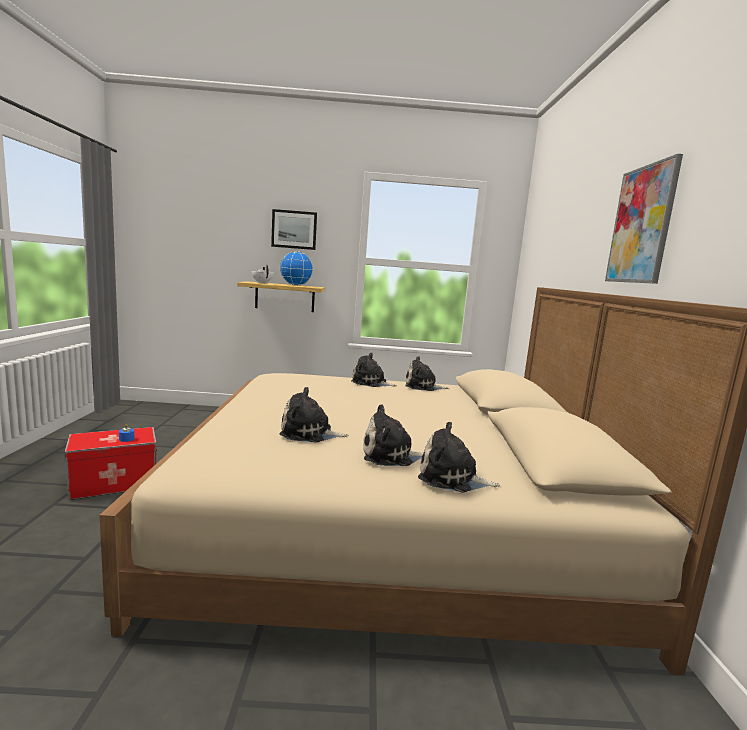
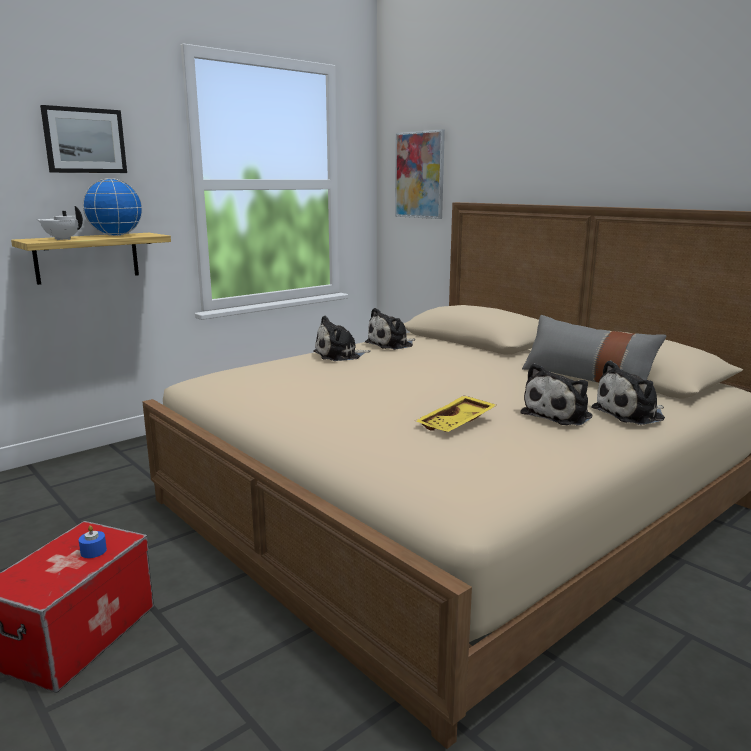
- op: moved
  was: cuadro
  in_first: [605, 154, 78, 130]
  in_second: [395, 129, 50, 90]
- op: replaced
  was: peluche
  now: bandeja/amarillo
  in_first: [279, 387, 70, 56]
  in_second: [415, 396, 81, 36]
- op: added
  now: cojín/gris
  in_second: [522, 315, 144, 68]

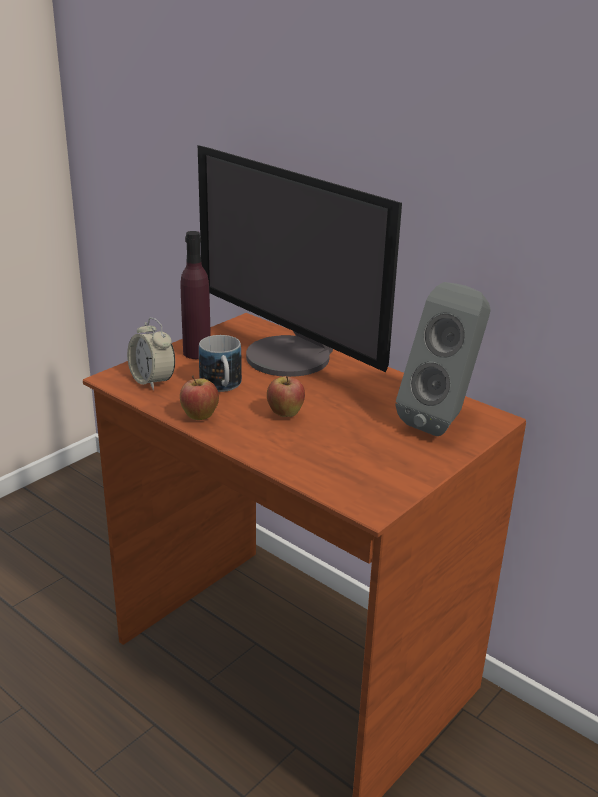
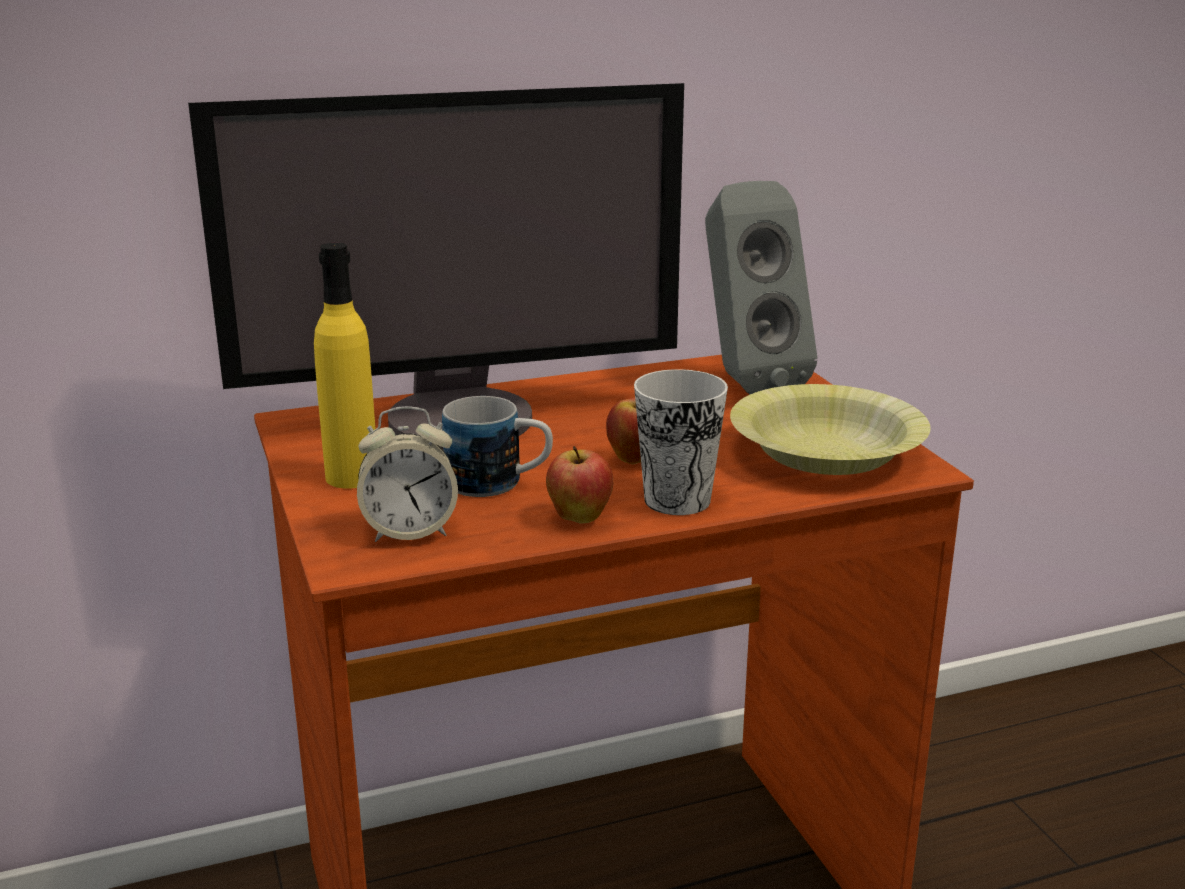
- op: recoloured
  was: botella/morado
  now: botella/amarillo
  in_first: [181, 231, 30, 128]
  in_second: [314, 243, 62, 246]
- op: added
  now: taza
  in_second: [634, 369, 94, 146]
- op: added
  now: cuenco/amarillo
  in_second: [730, 384, 201, 91]

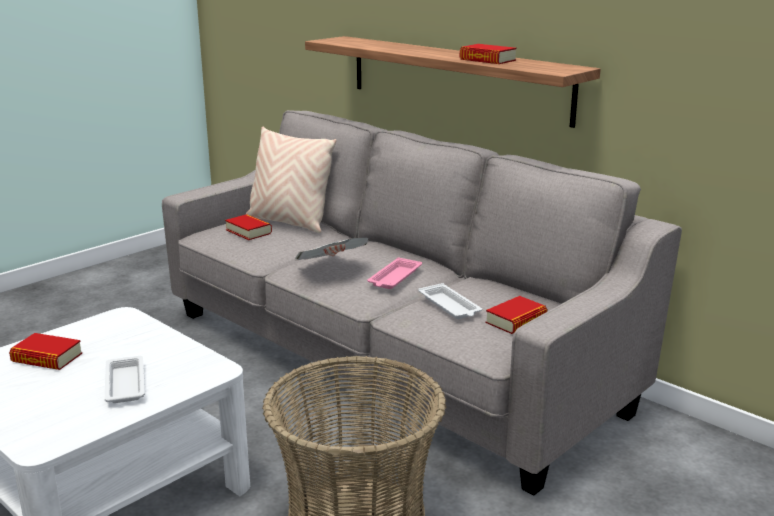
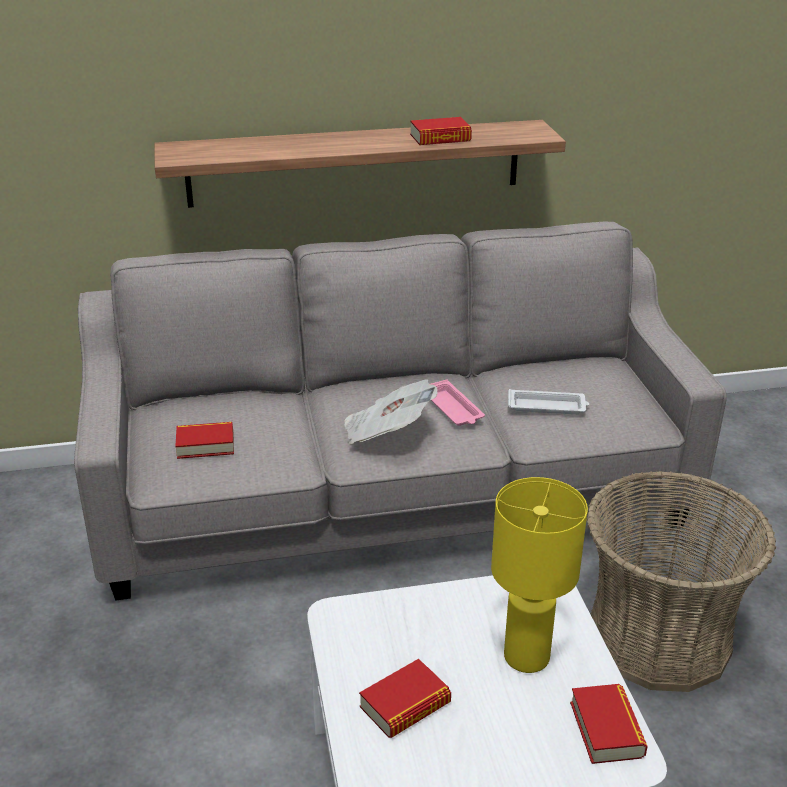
- op: replaced
  was: bandeja/blanco
  now: lámpara de mesa/amarillo
  in_first: [105, 356, 40, 47]
  in_second: [491, 477, 97, 196]
- op: moved
  was: libro
  in_first: [486, 296, 61, 38]
  in_second: [570, 684, 78, 80]
- op: removed
  was: cojín/beis
  in_first: [246, 127, 91, 106]

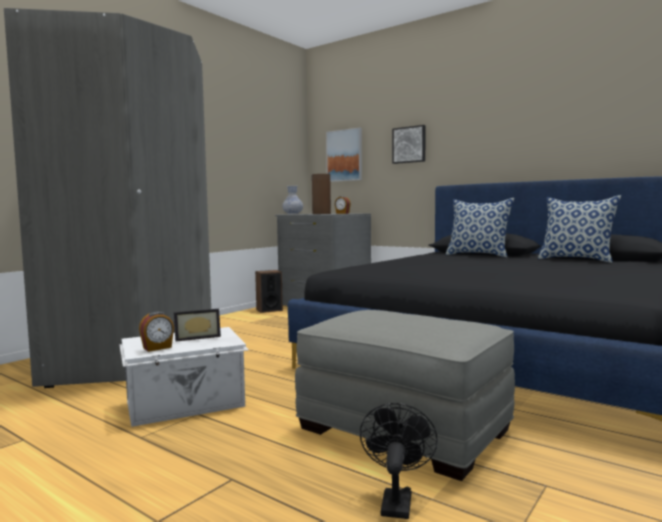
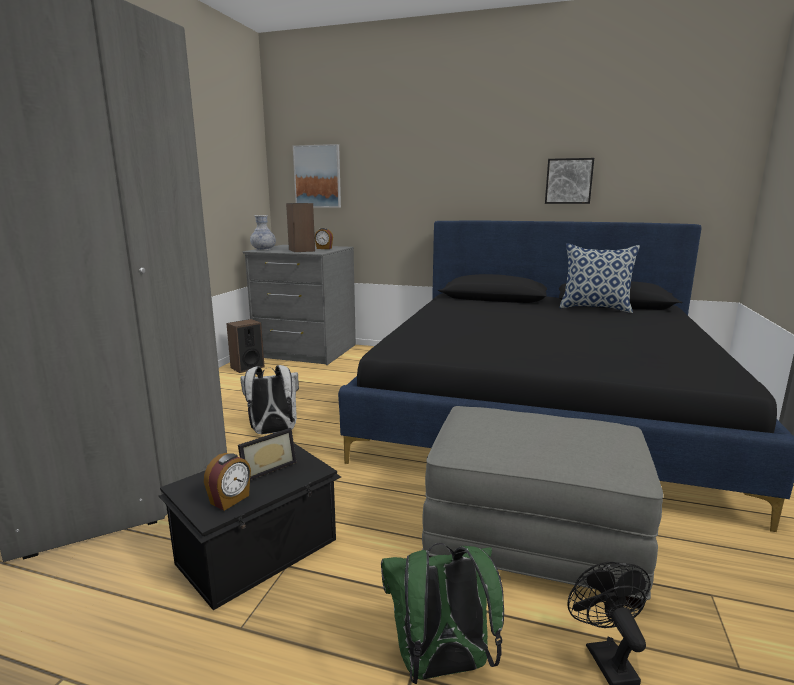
- op: recoloured
  was: caja de almacenaje/blanco
  now: caja de almacenaje/negro
  in_first: [119, 327, 130, 100]
  in_second: [159, 443, 182, 167]
- op: added
  now: mochila/blanco
  in_second: [240, 365, 59, 69]
- op: added
  now: mochila/verde
  in_second: [381, 543, 123, 141]
- op: moved
  was: cuadro
  in_first: [392, 125, 34, 39]
  in_second: [545, 158, 49, 46]
- op: removed
  was: cojín
  in_first: [446, 198, 68, 59]

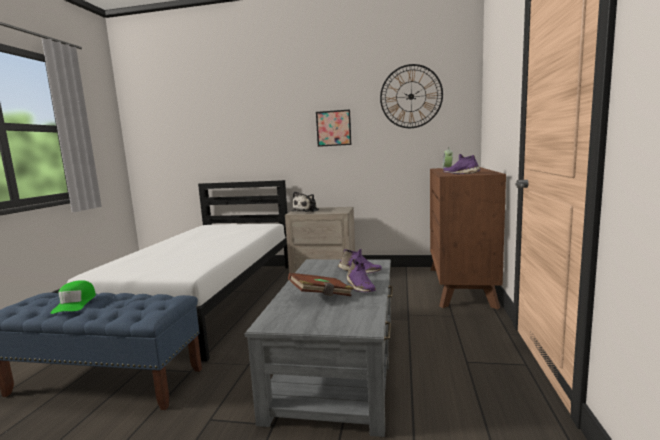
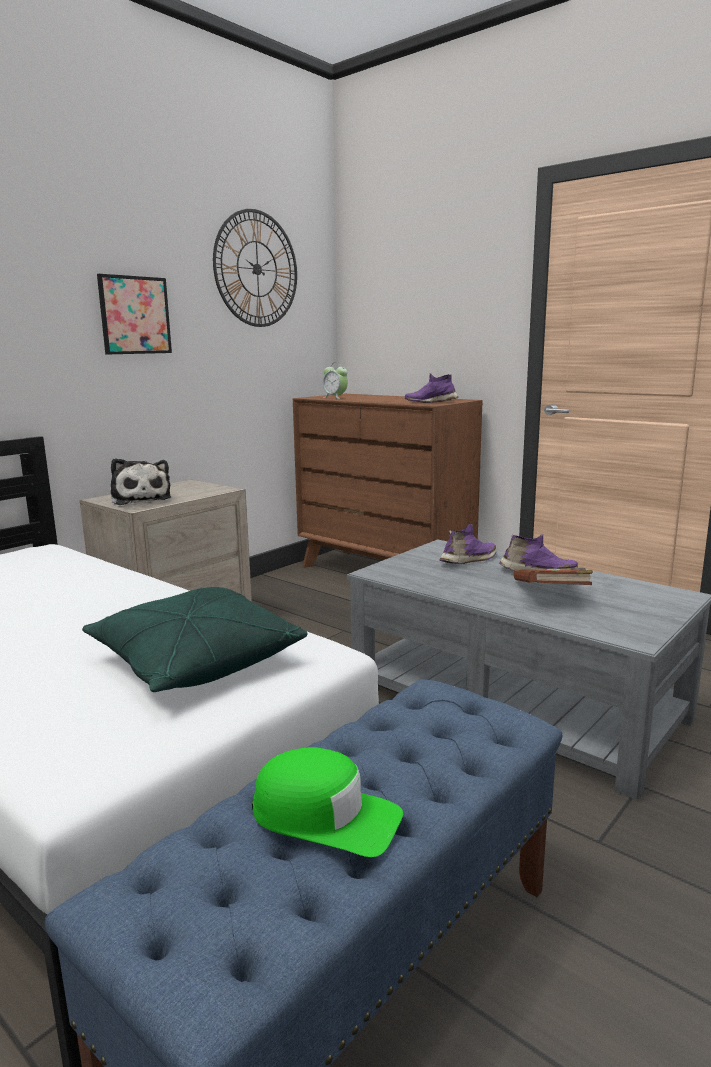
- op: added
  now: cojín/verde
  in_second: [82, 587, 226, 105]

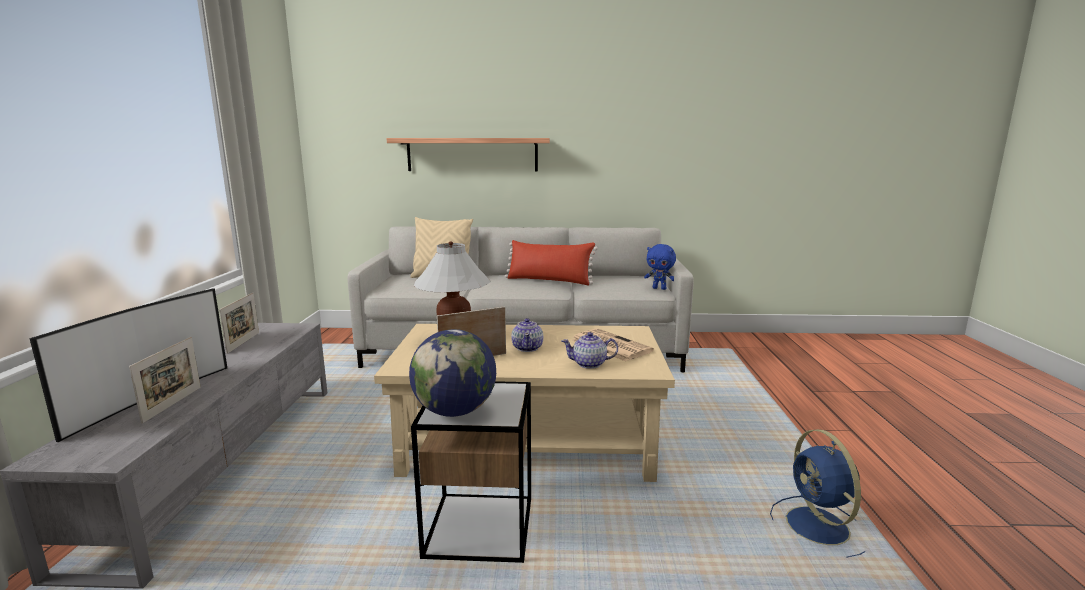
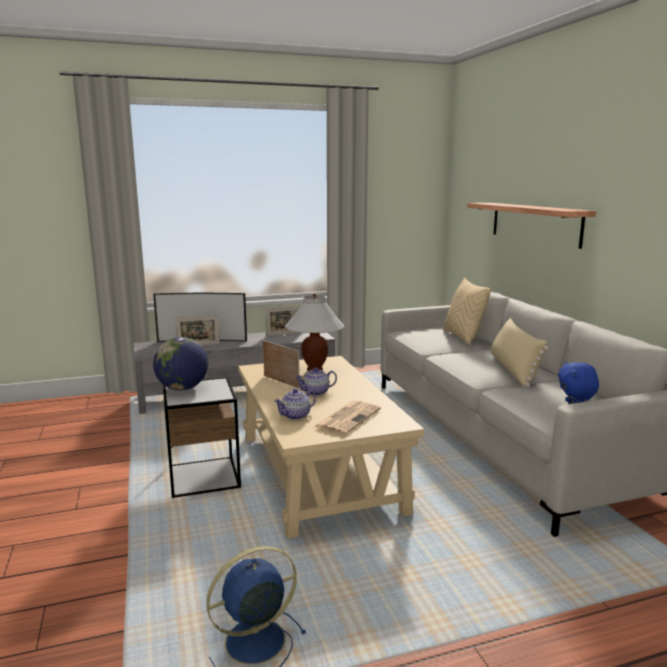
- op: turned
  was: tetera
  in_first: [562, 332, 56, 37]
  in_second: [274, 388, 42, 32]
  clockwise: -105
- op: recoloured
  was: cojín/rojo
  now: cojín/beis
  in_first: [505, 240, 93, 45]
  in_second: [491, 318, 58, 69]

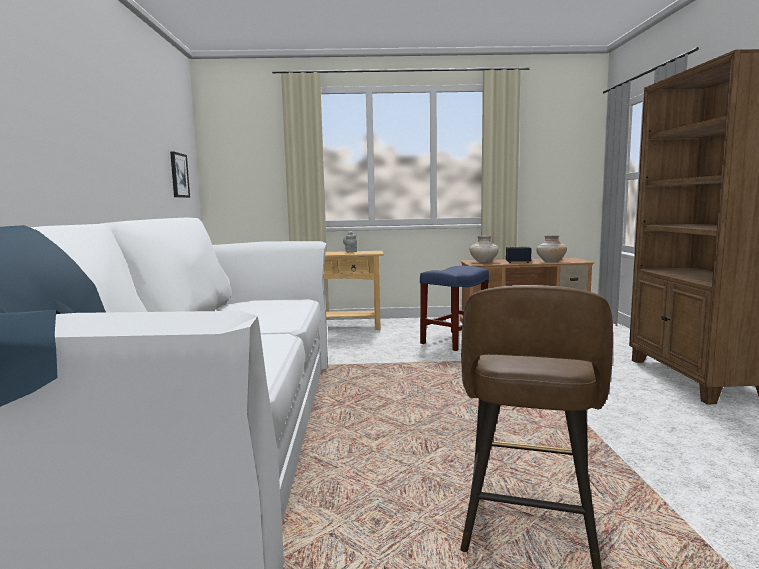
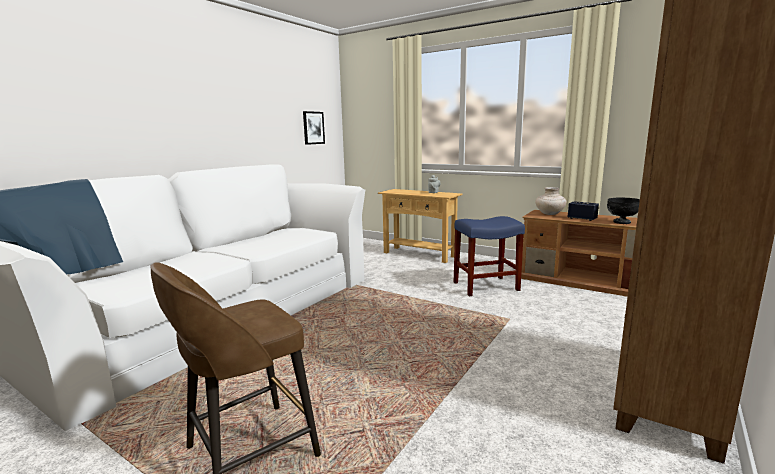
- op: replaced
  was: florero/beis
  now: cuenco/negro
  in_first: [536, 235, 31, 27]
  in_second: [607, 198, 33, 26]

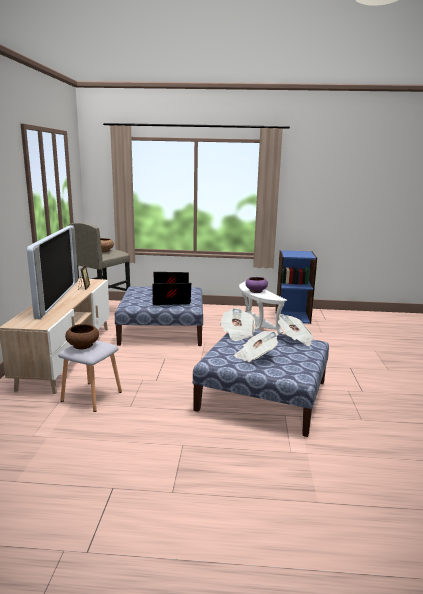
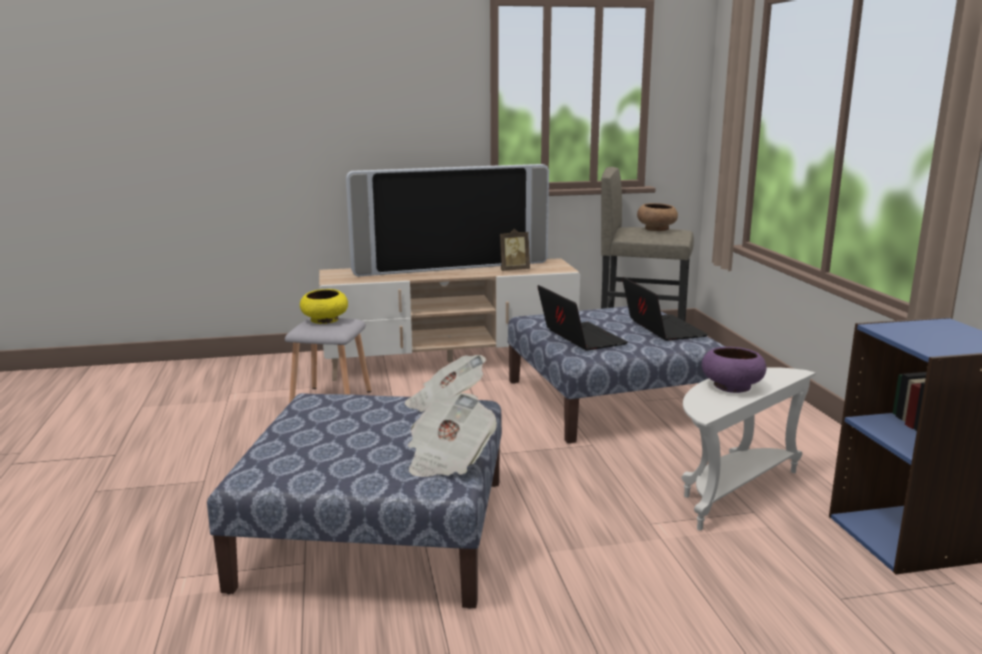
- op: recoloured
  was: cuenco/marrón
  now: cuenco/amarillo
  in_first: [65, 324, 34, 25]
  in_second: [300, 289, 48, 35]
- op: removed
  was: periódico
  in_first: [234, 331, 44, 31]

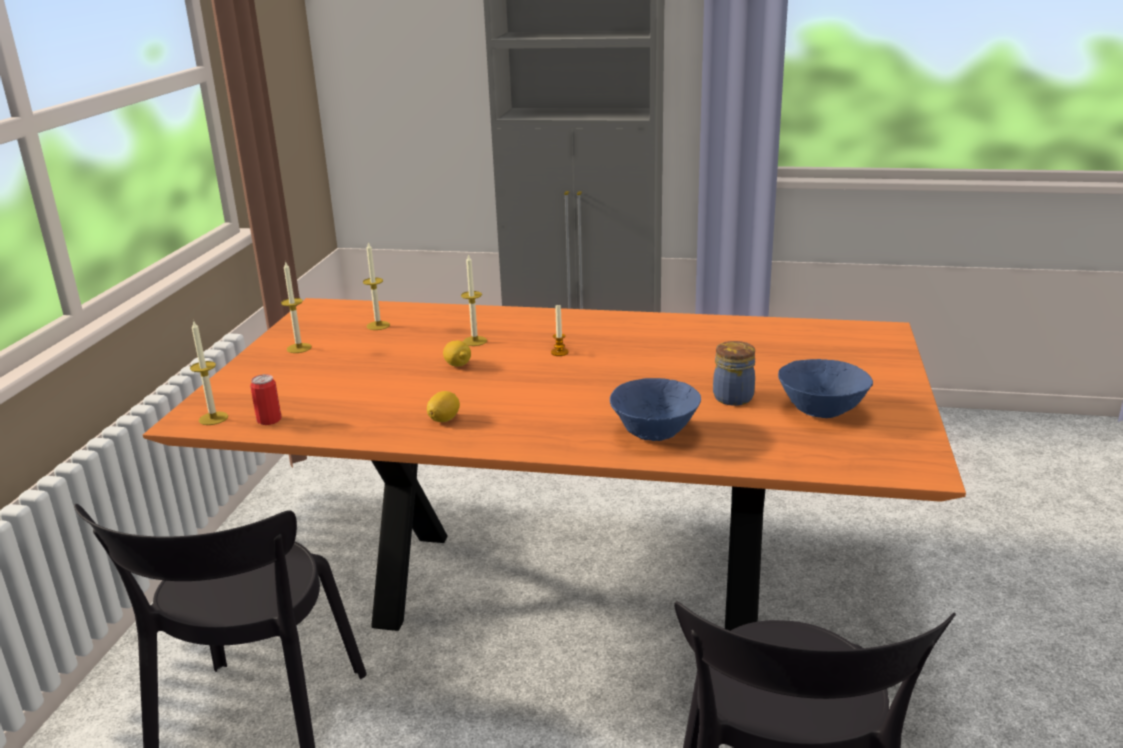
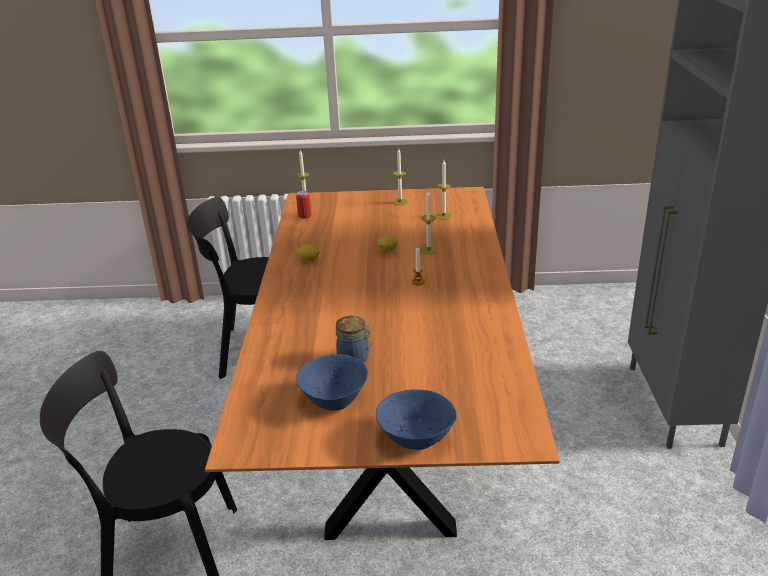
- op: moved
  was: cuenco/azul
  in_first: [610, 378, 91, 63]
  in_second: [376, 389, 81, 61]

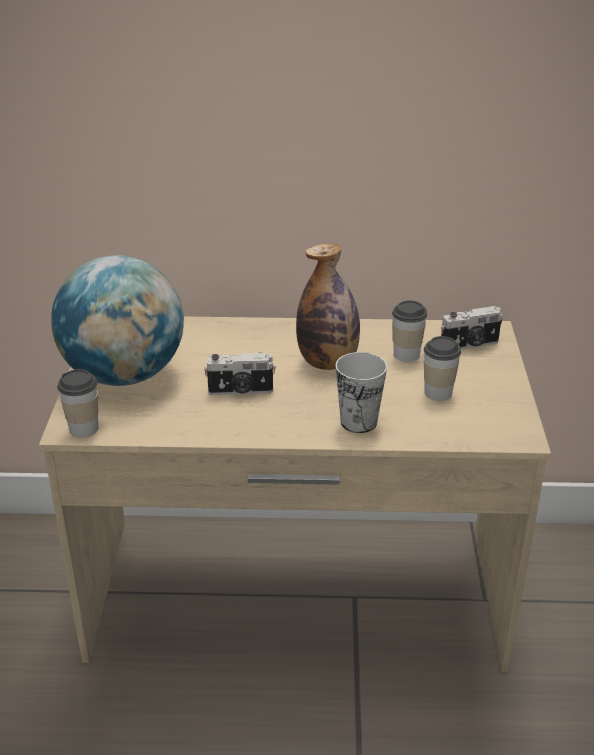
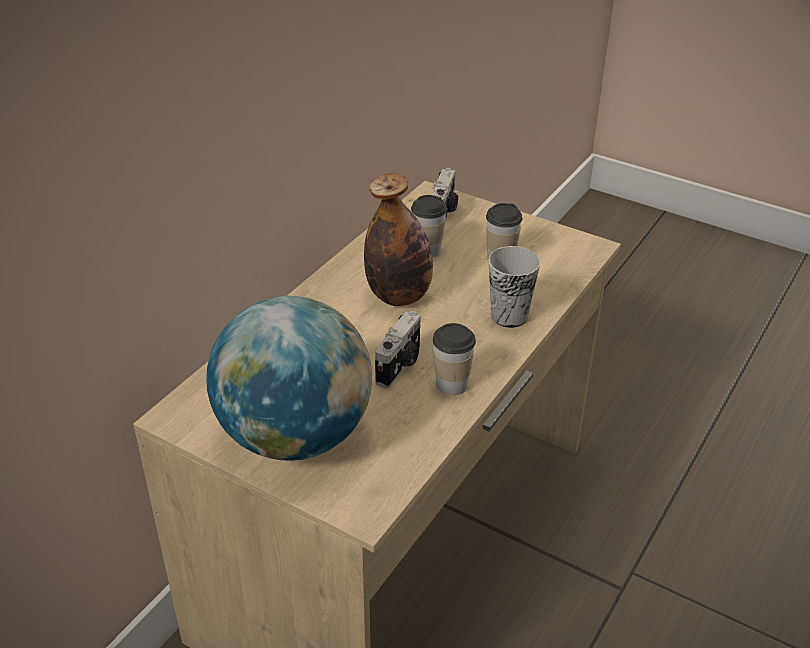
- op: moved
  was: taza
  in_first: [57, 369, 41, 69]
  in_second: [433, 323, 43, 72]

